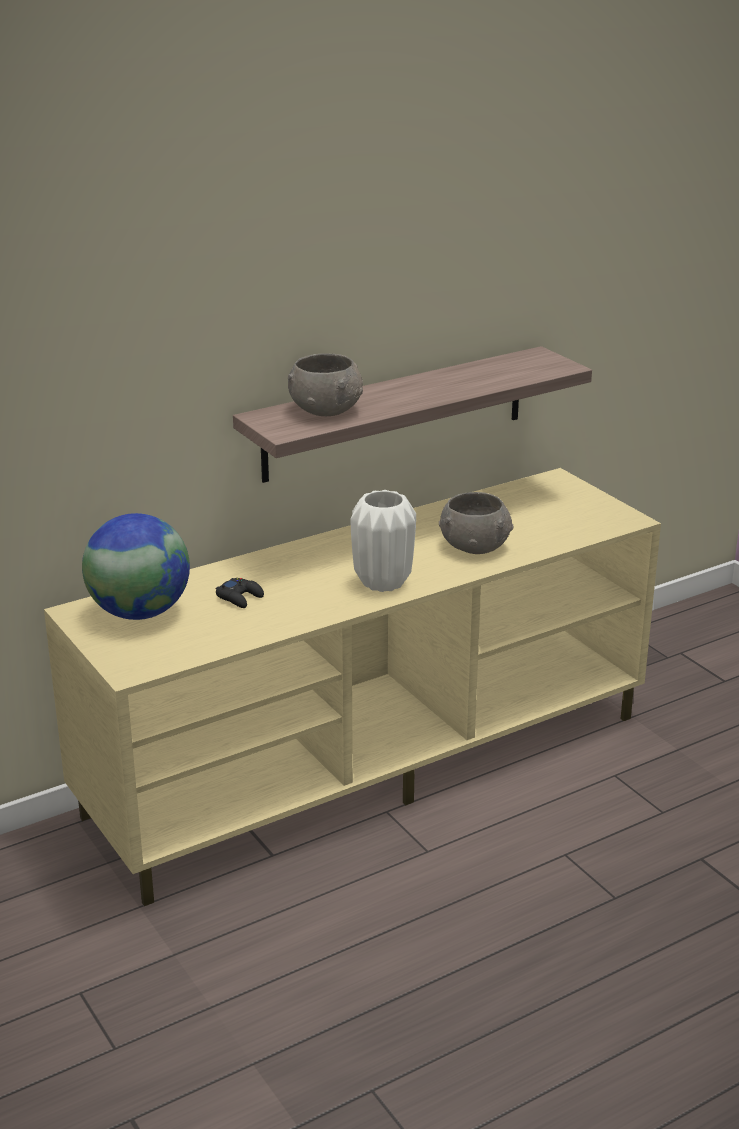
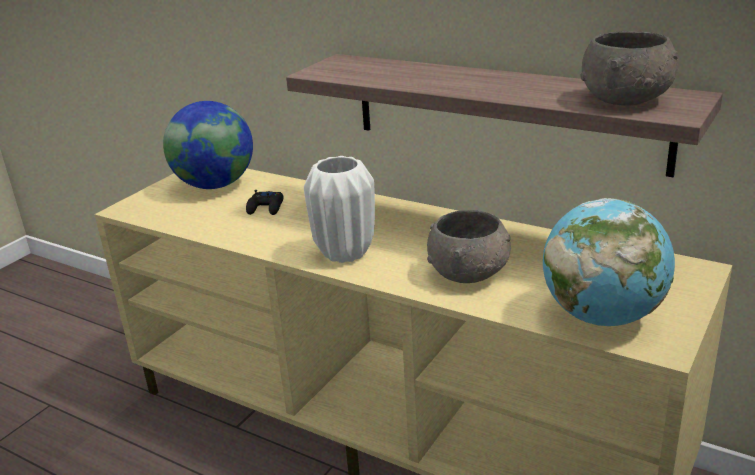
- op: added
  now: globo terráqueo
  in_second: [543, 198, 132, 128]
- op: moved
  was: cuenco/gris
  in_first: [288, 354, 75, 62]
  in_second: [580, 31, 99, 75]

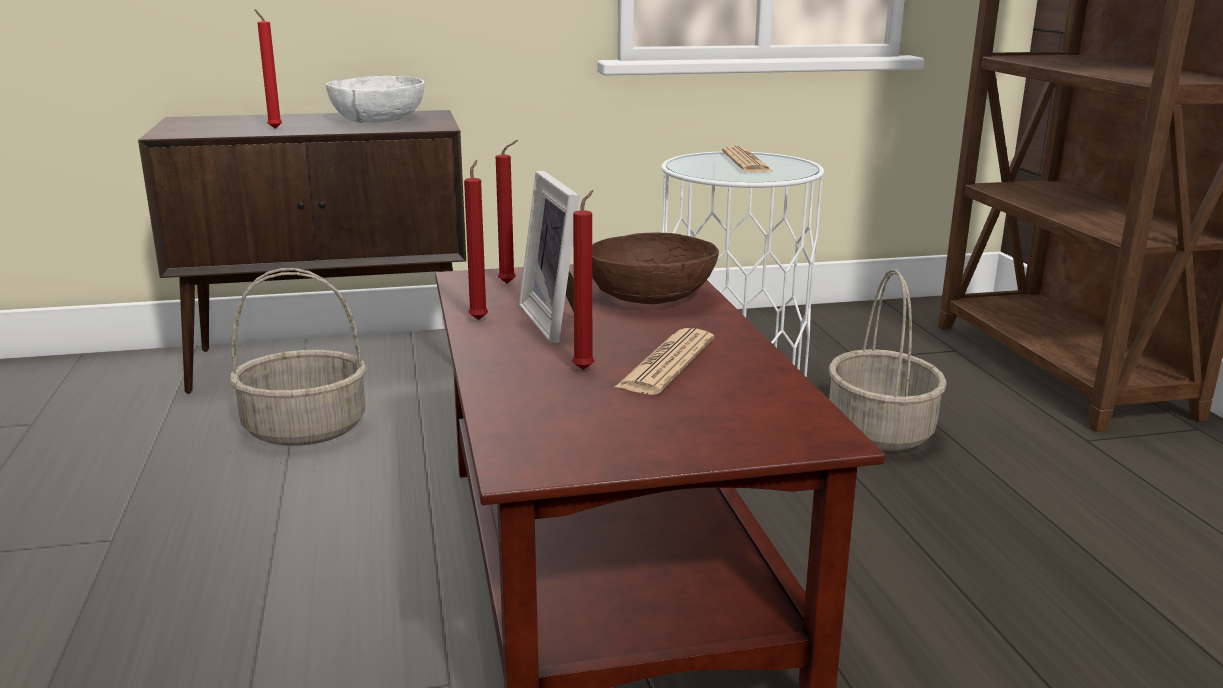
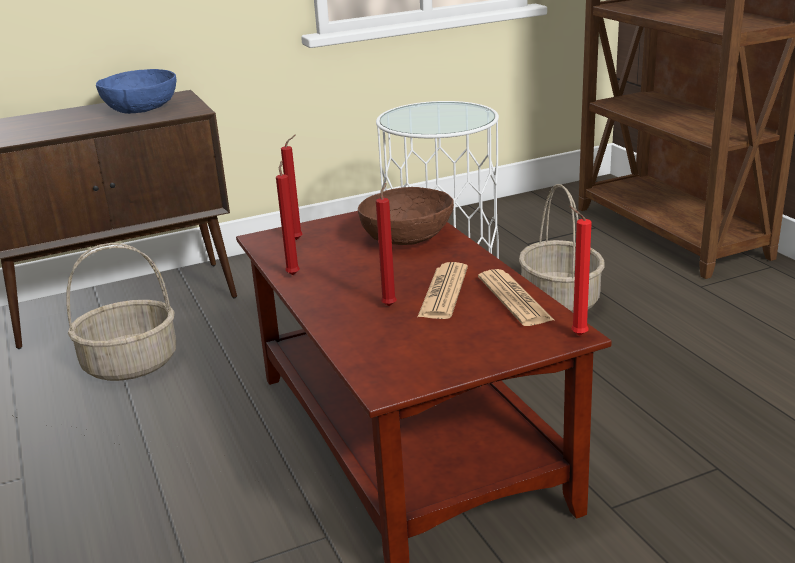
- op: recoloured
  was: cuenco/blanco
  now: cuenco/azul
  in_first: [326, 76, 99, 47]
  in_second: [96, 69, 80, 45]
- op: moved
  was: periódico
  in_first: [722, 146, 52, 27]
  in_second: [478, 269, 76, 57]
- op: moved
  was: vela/rojo
  in_first: [254, 9, 28, 120]
  in_second: [569, 206, 23, 130]
- op: removed
  was: portarretratos
  in_first: [519, 170, 60, 173]

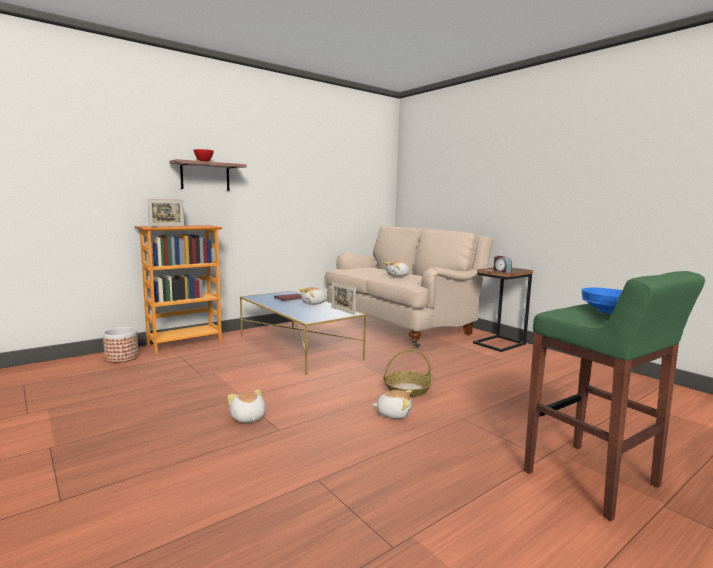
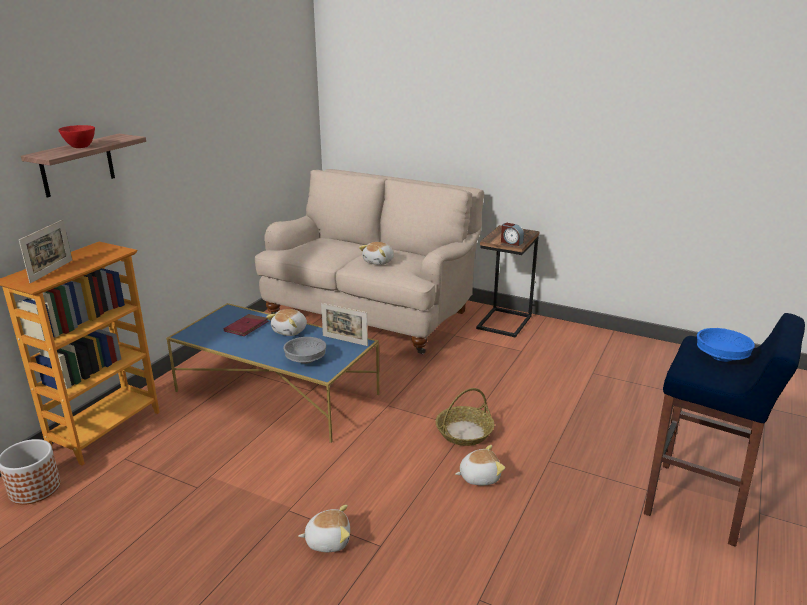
- op: added
  now: cuenco/gris
  in_second: [283, 337, 43, 27]
- op: turned
  was: peluche
  in_first: [227, 389, 39, 34]
  in_second: [298, 505, 52, 47]
  clockwise: 135
- op: recoloured
  was: taburete/verde
  now: taburete/azul
  in_first: [524, 271, 181, 250]
  in_second: [644, 313, 161, 234]

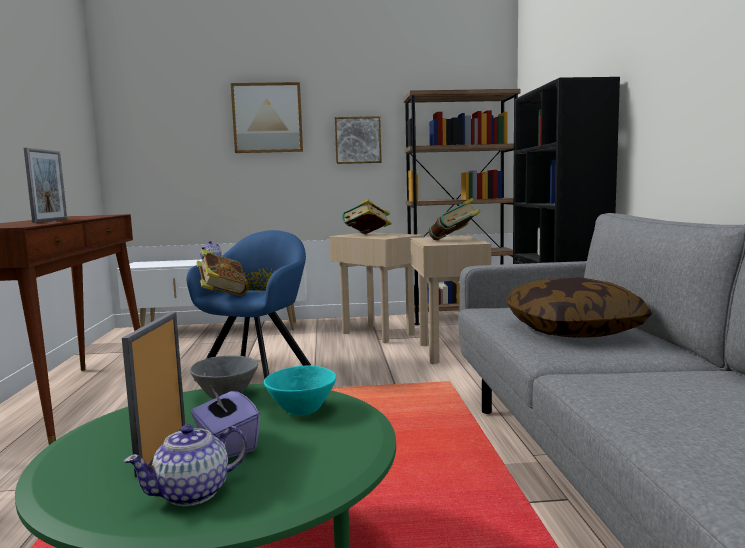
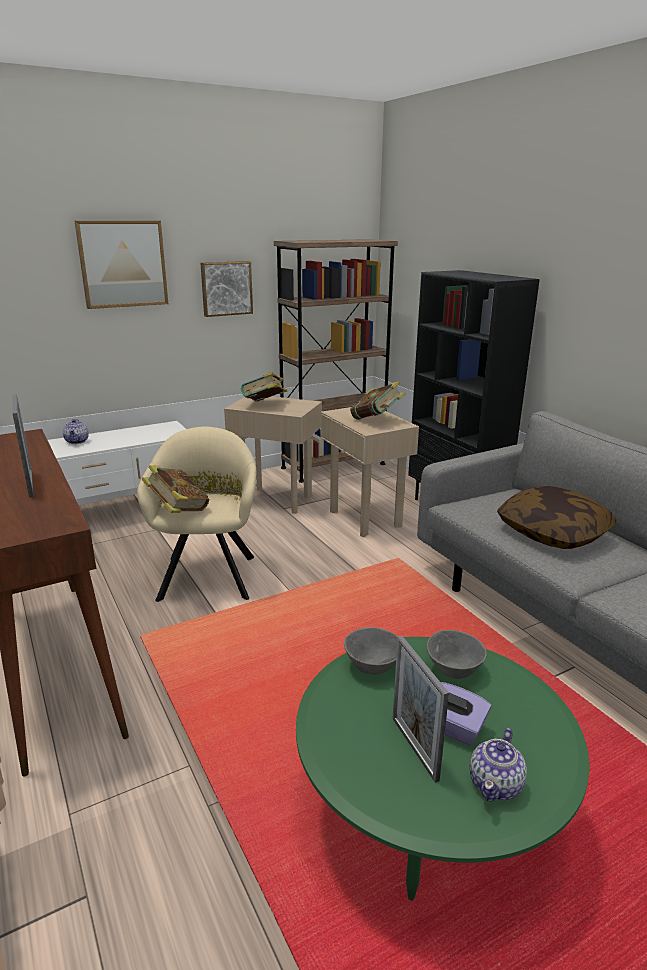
- op: recoloured
  was: sillón/azul
  now: sillón/beis
  in_first: [186, 230, 125, 151]
  in_second: [137, 426, 119, 176]
- op: recoloured
  was: cuenco/turquesa
  now: cuenco/gris
  in_first: [264, 365, 72, 50]
  in_second: [427, 630, 60, 49]

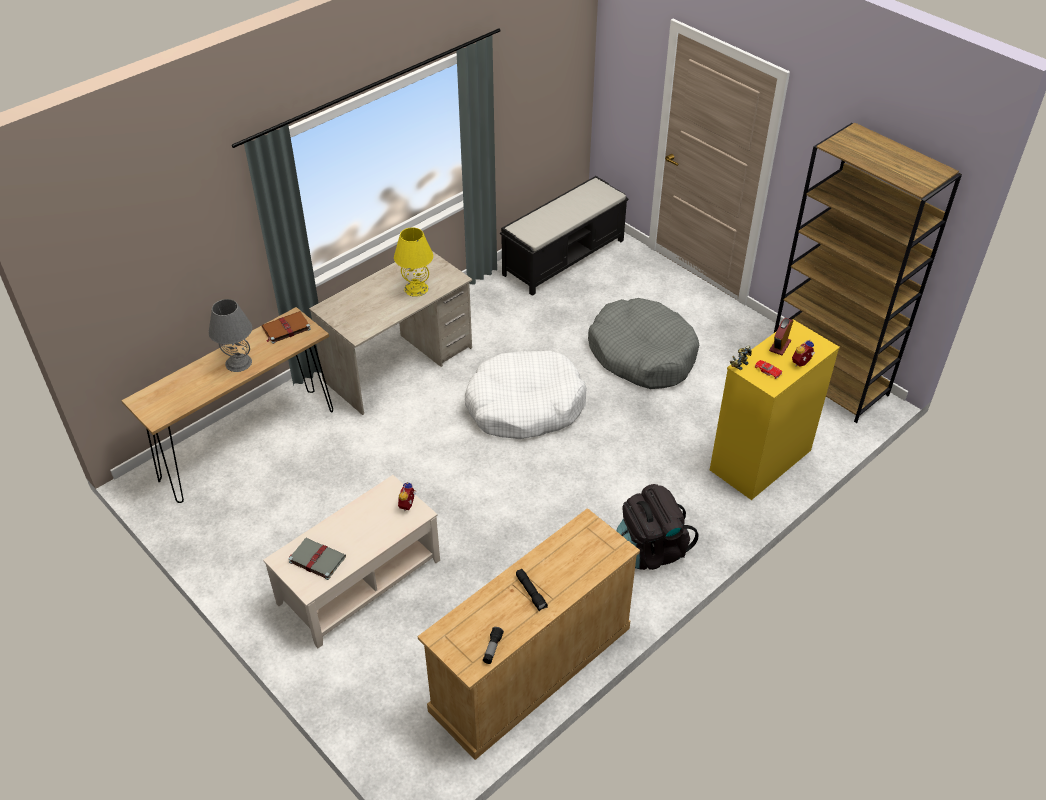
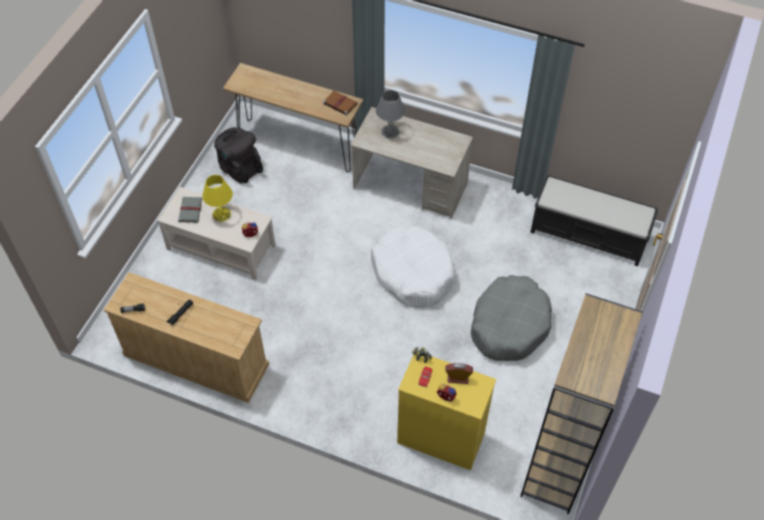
- op: moved
  was: lámpara de mesa/amarillo
  in_first: [394, 227, 39, 70]
  in_second: [202, 175, 31, 47]
- op: moved
  was: mochila/negro
  in_first: [617, 484, 82, 86]
  in_second: [214, 127, 49, 57]
- op: moved
  was: lámpara de mesa/gris
  in_first: [209, 299, 43, 73]
  in_second: [376, 90, 29, 48]

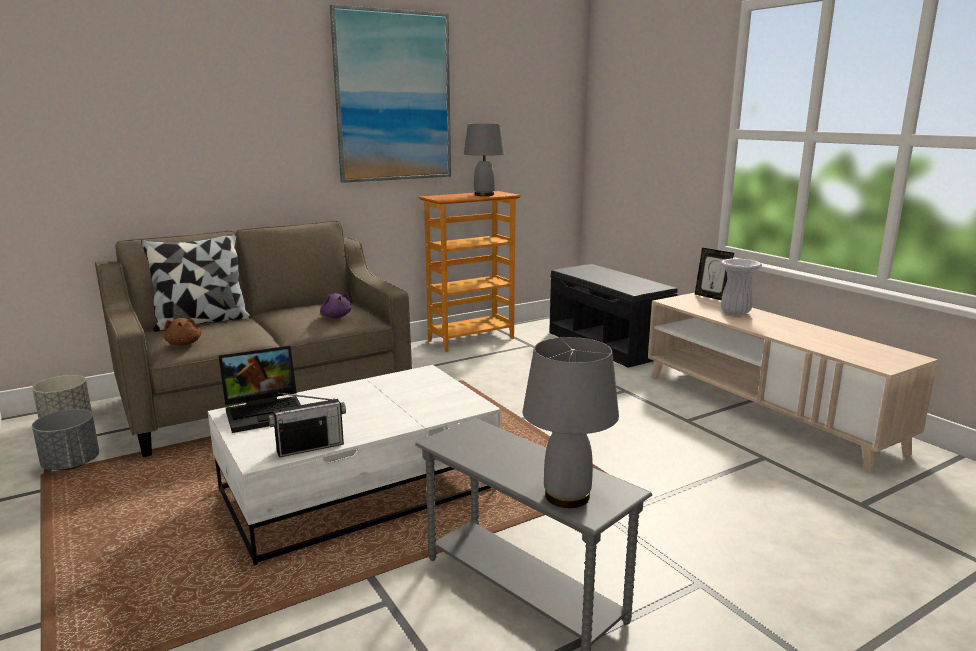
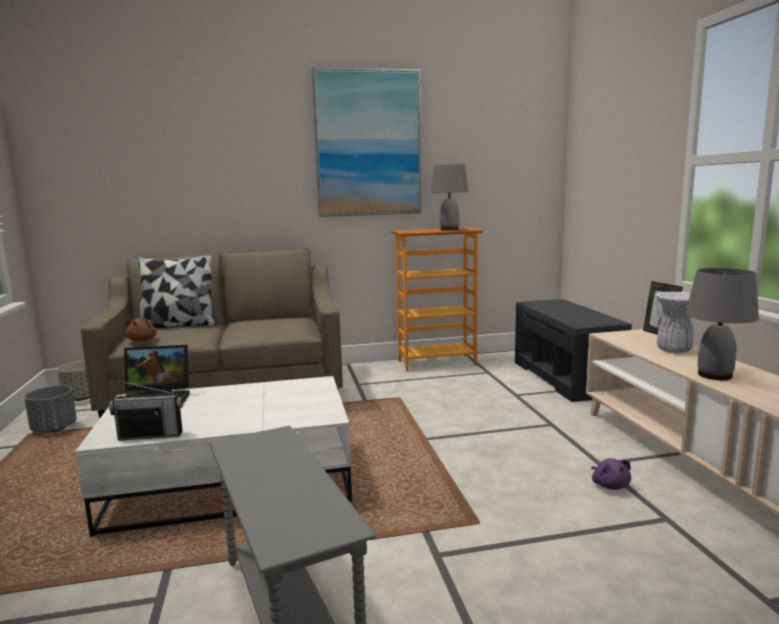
- op: moved
  was: peluche/morado
  in_first: [320, 293, 31, 25]
  in_second: [591, 458, 40, 32]
- op: moved
  was: lámpara de mesa/gris
  in_first: [523, 337, 96, 171]
  in_second: [685, 268, 74, 112]

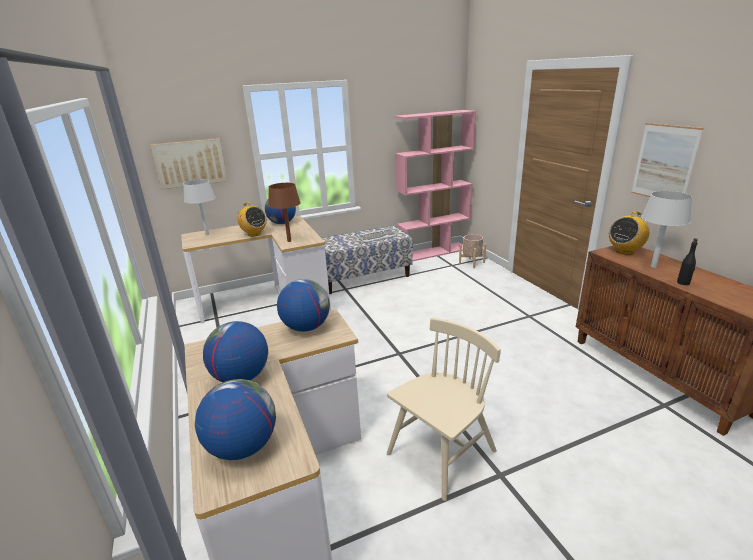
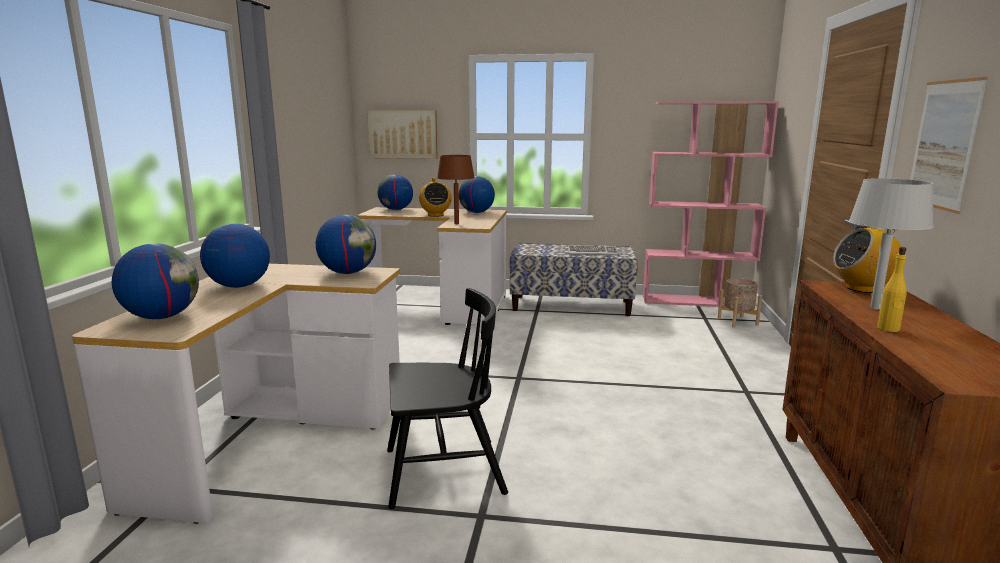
- op: replaced
  was: lámpara de mesa/gris
  now: globo terráqueo
  in_first: [183, 179, 33, 56]
  in_second: [378, 175, 35, 35]
- op: recoloured
  was: silla/beis
  now: silla/negro
  in_first: [387, 317, 114, 184]
  in_second: [387, 288, 121, 221]
- op: recoloured
  was: botella/negro
  now: botella/amarillo
  in_first: [677, 238, 21, 47]
  in_second: [877, 247, 30, 85]

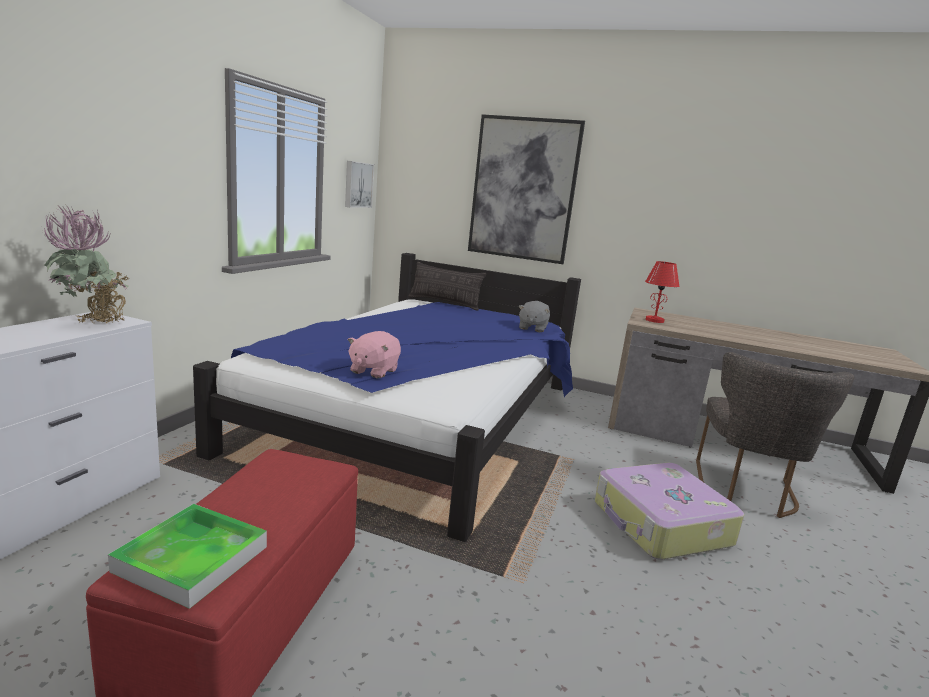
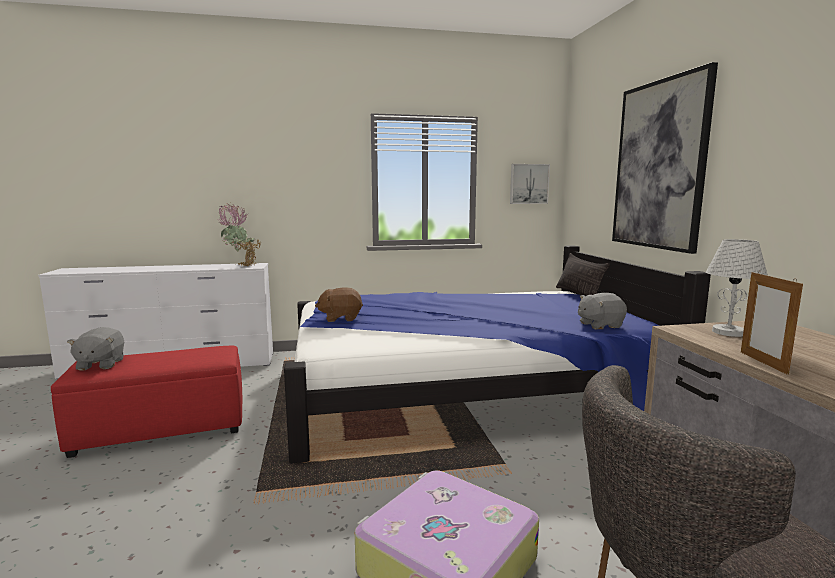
- op: replaced
  was: bandeja
  now: peluche/gris
  in_first: [108, 504, 159, 105]
  in_second: [67, 327, 57, 44]
- op: recoloured
  was: peluche/rosa
  now: peluche/marrón
  in_first: [348, 331, 53, 48]
  in_second: [315, 288, 48, 34]
- op: recoloured
  was: lámpara de mesa/rojo
  now: lámpara de mesa/blanco
  in_first: [645, 261, 35, 62]
  in_second: [706, 239, 62, 98]
- op: added
  now: portarretratos
  in_second: [741, 271, 62, 104]

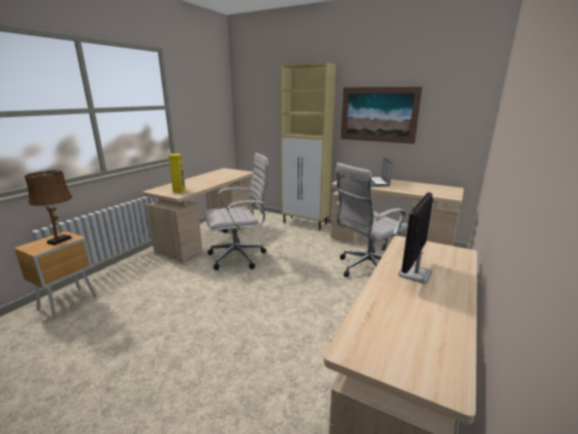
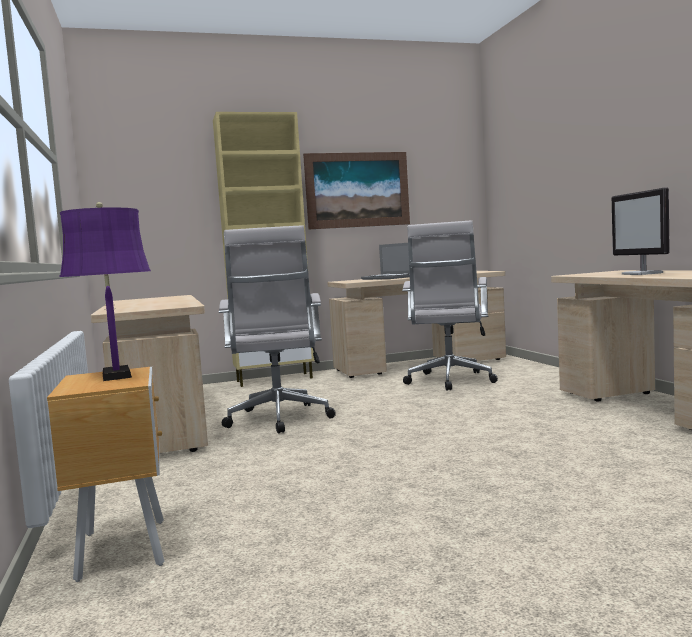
- op: recoloured
  was: lámpara de mesa/marrón
  now: lámpara de mesa/morado
  in_first: [24, 170, 48, 75]
  in_second: [59, 202, 92, 179]
- op: turned
  was: silla de oficina/blanco
  in_first: [205, 153, 65, 117]
  in_second: [219, 225, 117, 208]
  clockwise: 150
- op: removed
  was: altavoz/amarillo
  in_first: [168, 154, 17, 39]

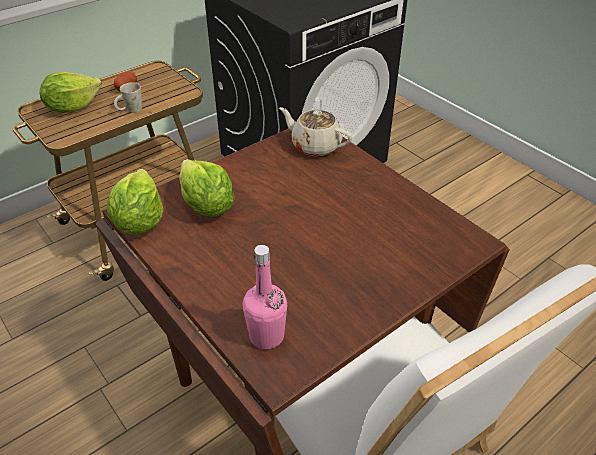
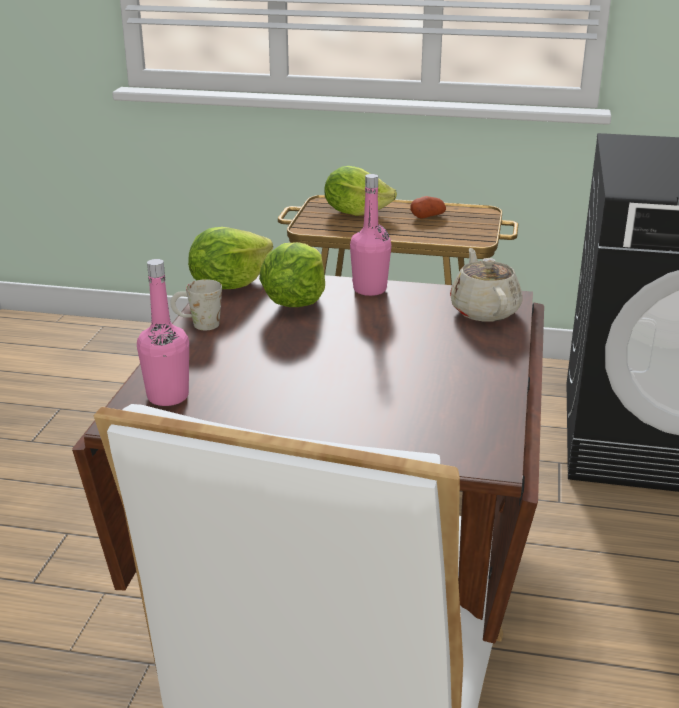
- op: moved
  was: taza grande/blanco
  in_first: [114, 82, 28, 31]
  in_second: [170, 279, 52, 51]
- op: added
  now: botella/rosa
  in_second: [350, 174, 42, 122]

